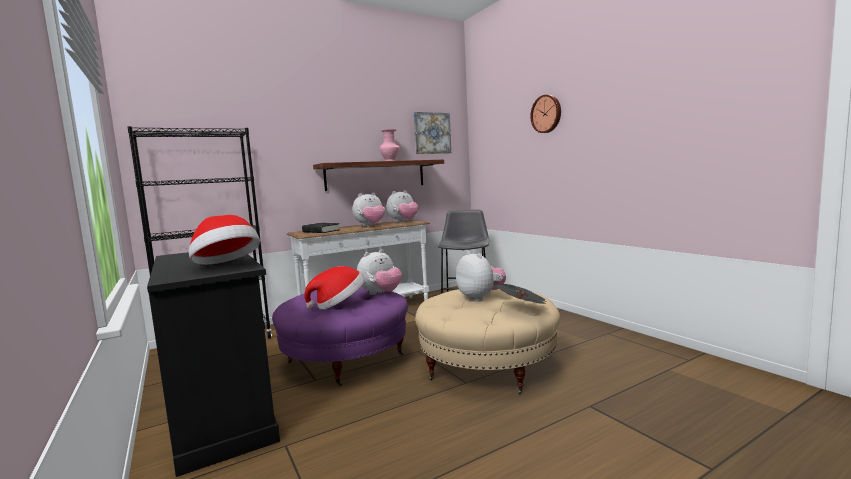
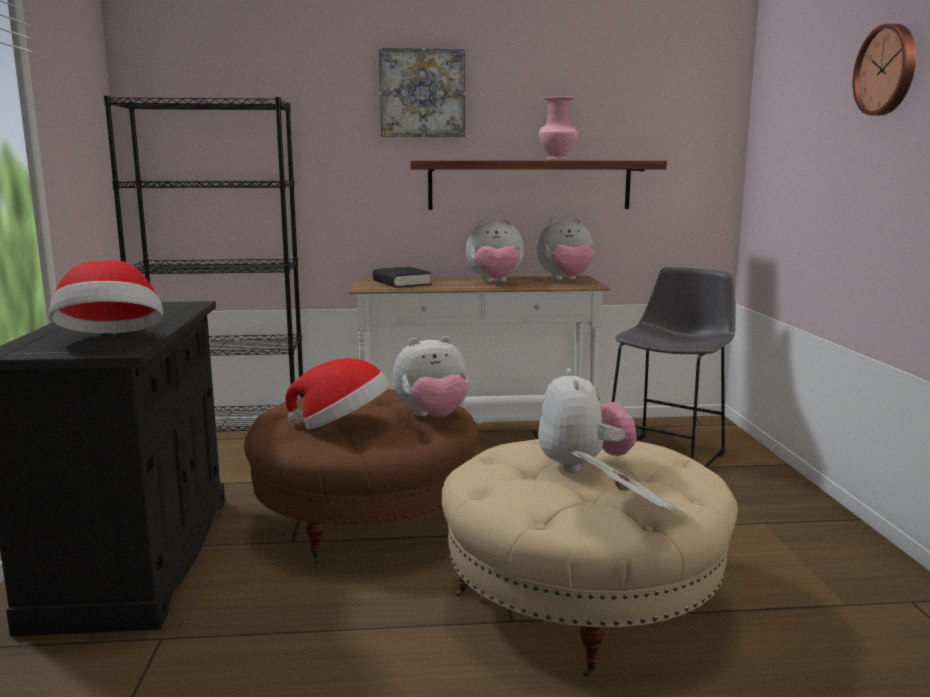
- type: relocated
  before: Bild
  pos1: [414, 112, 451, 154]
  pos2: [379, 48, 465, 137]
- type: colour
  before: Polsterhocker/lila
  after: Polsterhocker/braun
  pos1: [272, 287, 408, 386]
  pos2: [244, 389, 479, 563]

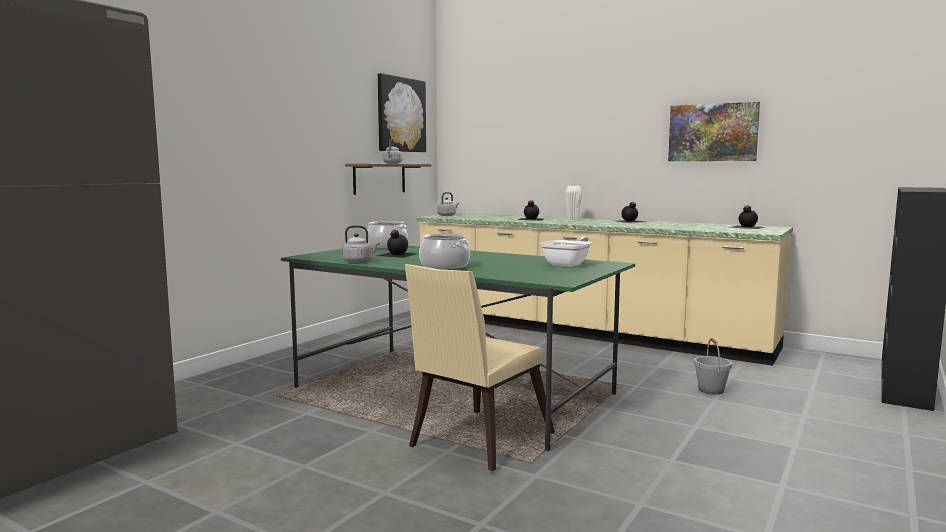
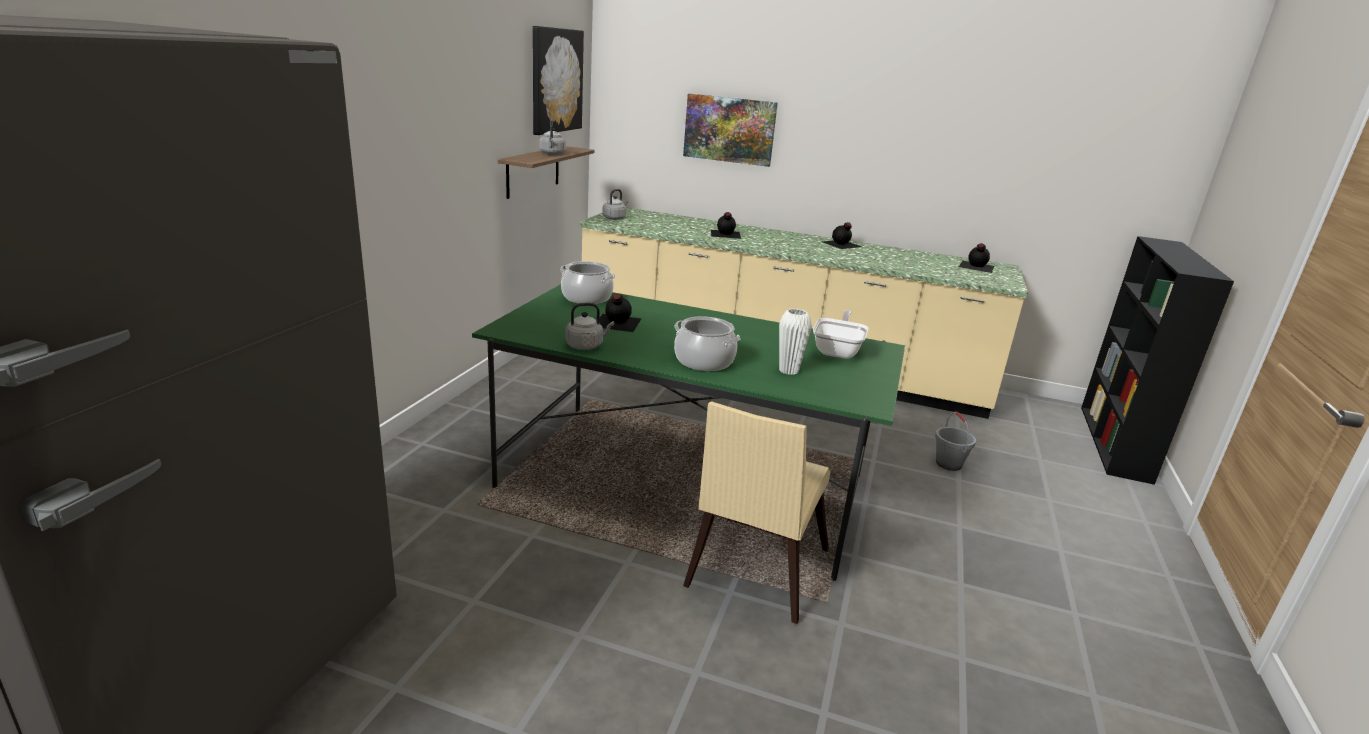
- type: relocated
  before: Bild
  pos1: [668, 102, 760, 161]
  pos2: [683, 94, 778, 167]
- type: relocated
  before: Vase/weiß
  pos1: [565, 186, 582, 220]
  pos2: [779, 308, 812, 375]

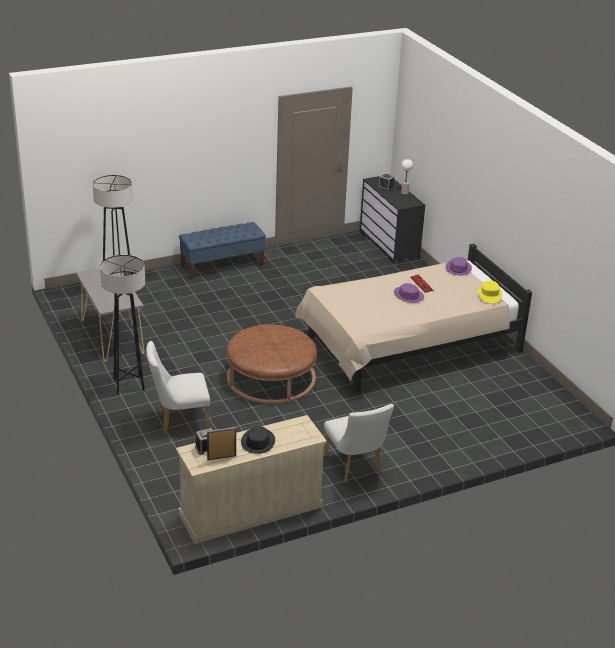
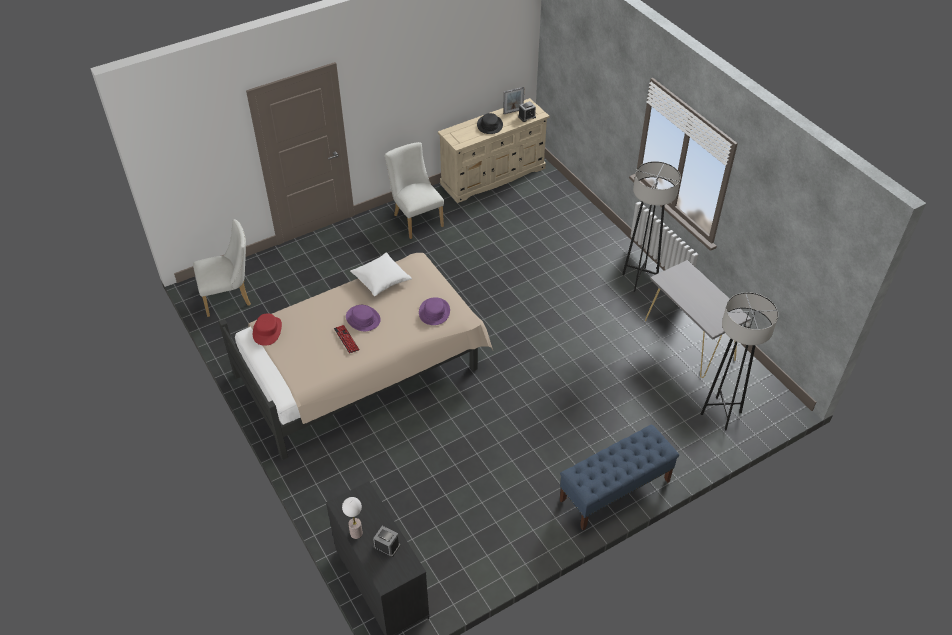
- type: relocated
  before: Hut/lila
  pos1: [446, 257, 472, 275]
  pos2: [419, 297, 450, 325]
- type: colour
  before: Hut/gelb
  after: Hut/rot
  pos1: [478, 281, 502, 304]
  pos2: [253, 313, 282, 346]
- type: missing
  before: Polsterhocker/braun
  pos1: [227, 324, 317, 404]
- type: relocated
  before: Stuhl/weiß
  pos1: [146, 341, 210, 434]
  pos2: [193, 219, 251, 317]
- type: appeared
  after: Kissen/weiß
  pos2: [350, 252, 412, 296]

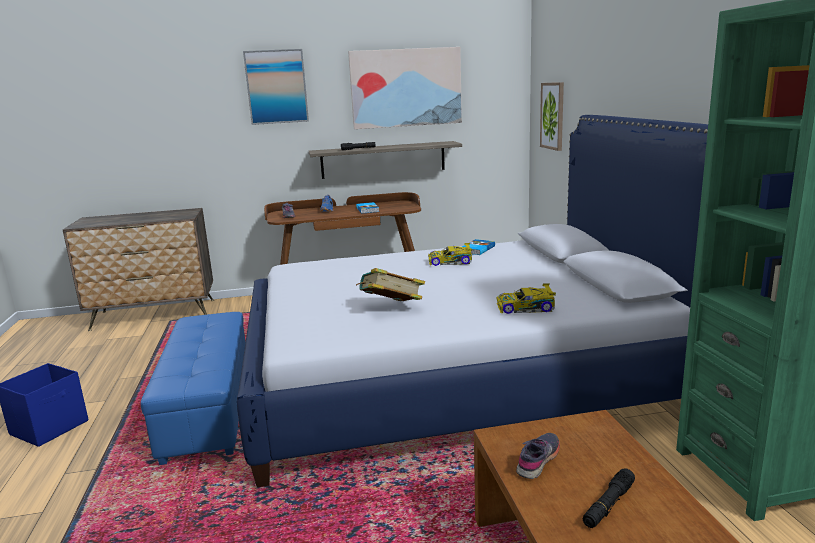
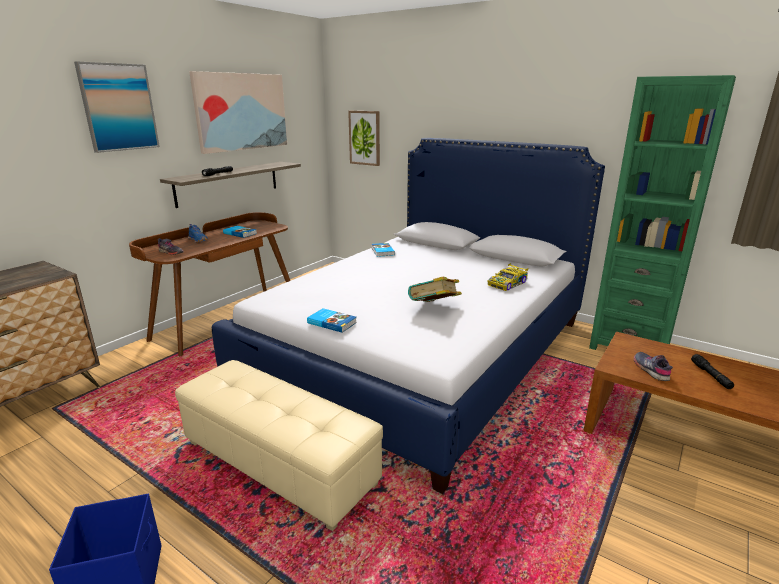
- type: missing
  before: Spielzeugauto
  pos1: [428, 243, 472, 266]
- type: colour
  before: Polsterhocker/blau
  after: Polsterhocker/beige
  pos1: [141, 312, 246, 465]
  pos2: [175, 360, 383, 531]
- type: appeared
  after: Buch
  pos2: [307, 308, 357, 333]

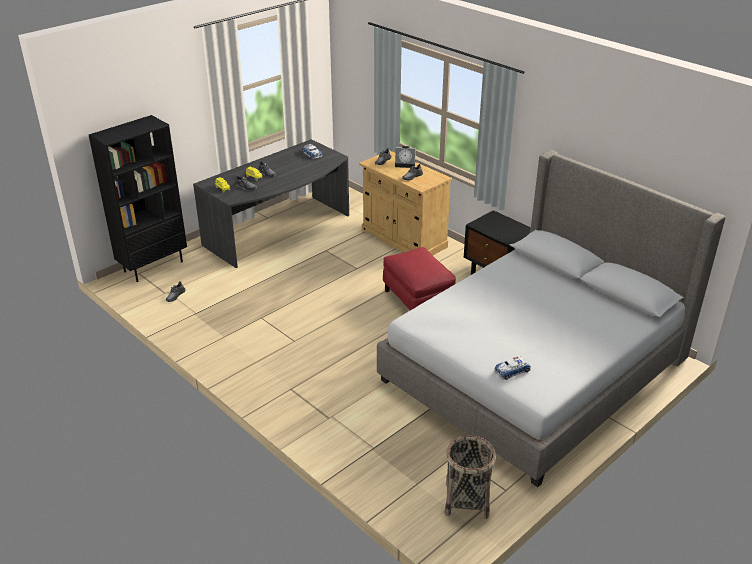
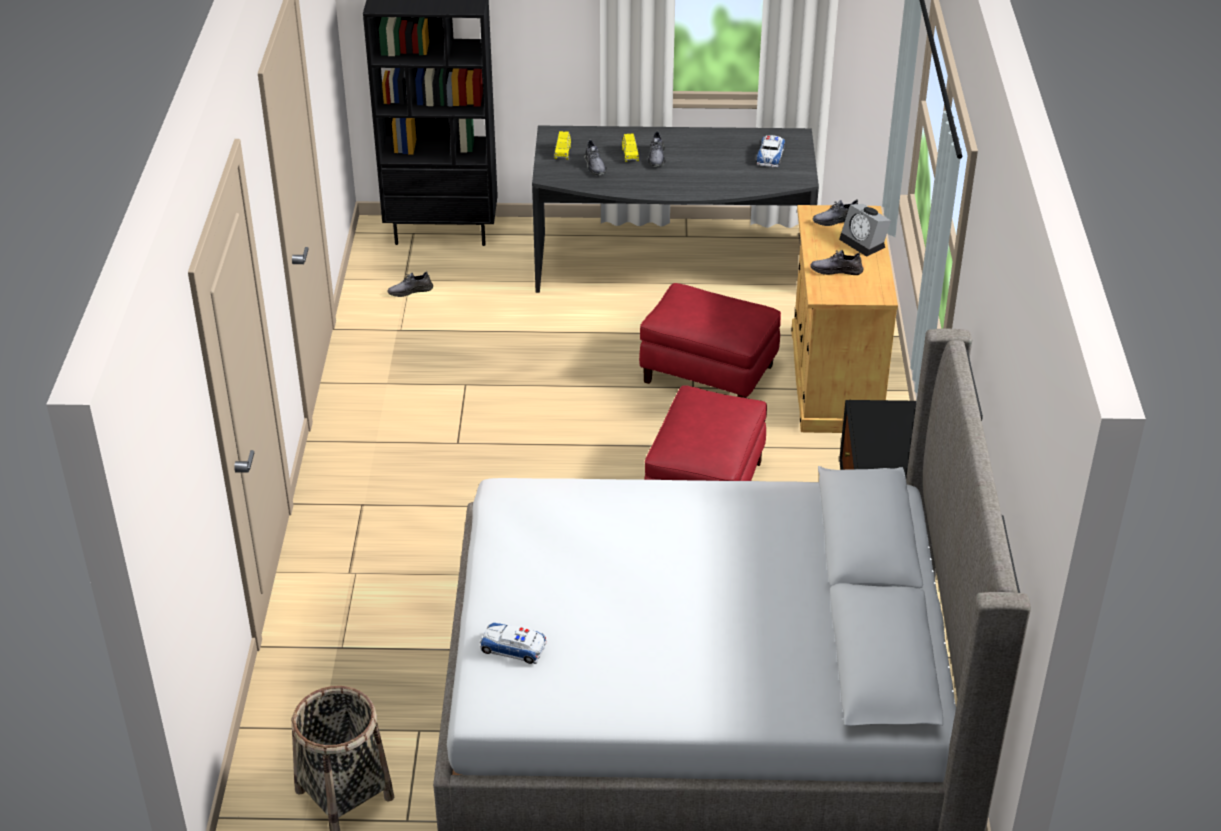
- type: appeared
  after: Polsterhocker/rot
  pos2: [639, 283, 781, 398]

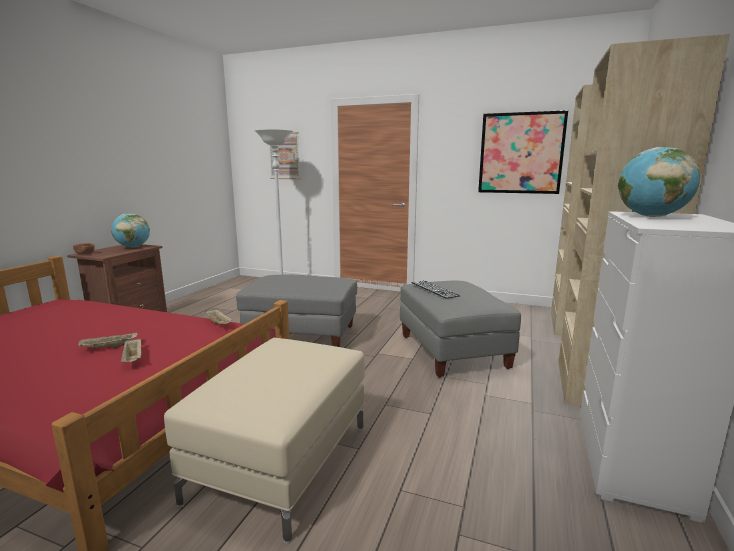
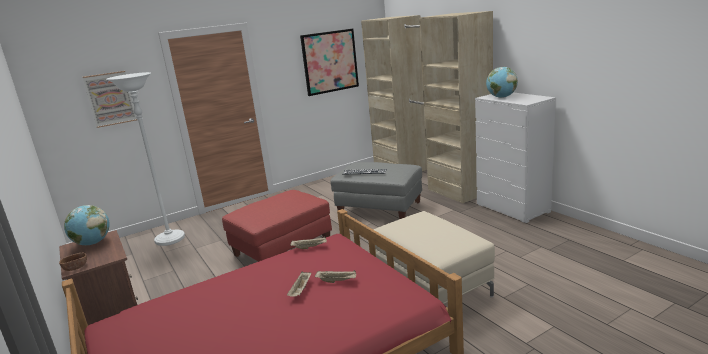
- type: colour
  before: Polsterhocker/grau
  after: Polsterhocker/rot
  pos1: [236, 275, 357, 347]
  pos2: [222, 190, 332, 262]

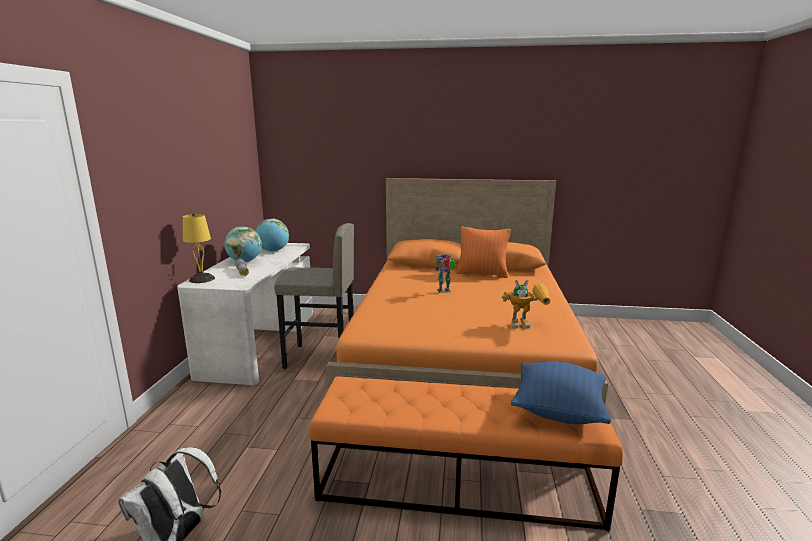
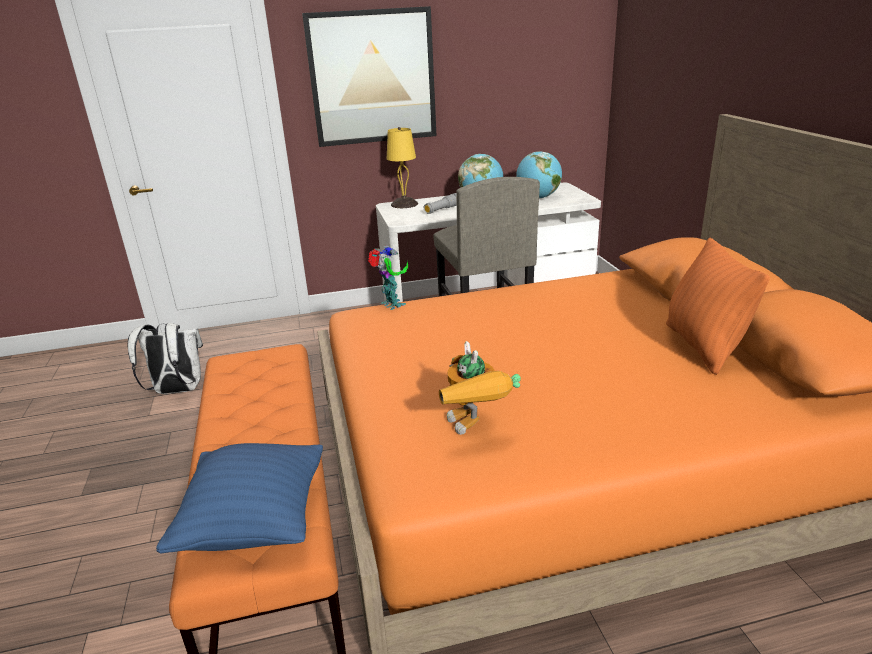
- type: relocated
  before: Spielzeugroboter
  pos1: [435, 254, 456, 293]
  pos2: [368, 246, 408, 310]
- type: appeared
  after: Bild
  pos2: [302, 6, 437, 147]

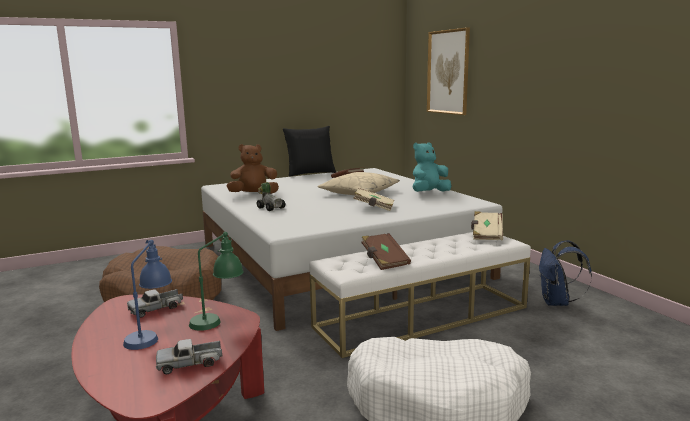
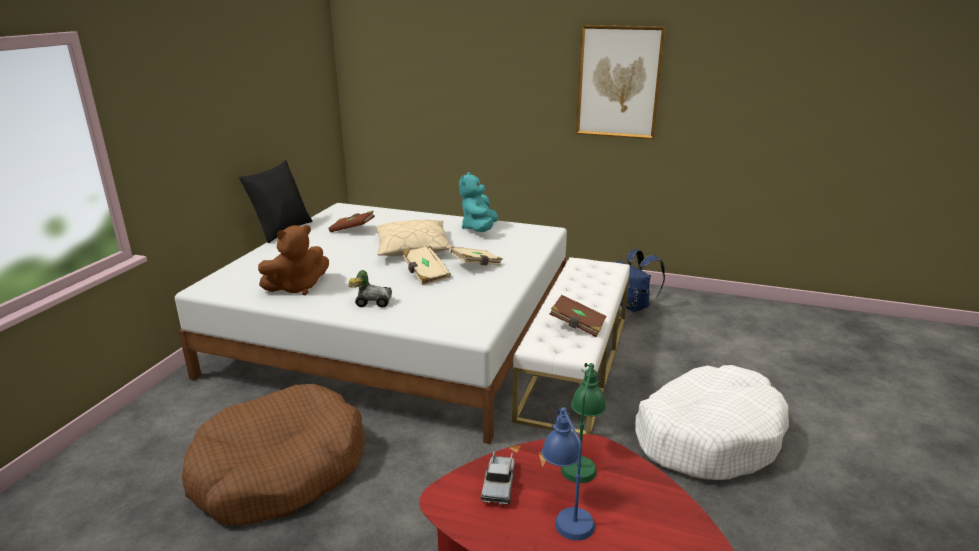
- type: relocated
  before: Bild
  pos1: [427, 27, 470, 115]
  pos2: [576, 25, 666, 139]
- type: spun
  before: Plüschtier/braun
  pos1: [226, 144, 279, 194]
  pos2: [258, 225, 329, 295]
  turn: -150
- type: relocated
  before: Buch/beige
  pos1: [471, 211, 503, 240]
  pos2: [403, 246, 451, 285]
- type: missing
  before: Spielzeuglaster
  pos1: [156, 339, 222, 374]

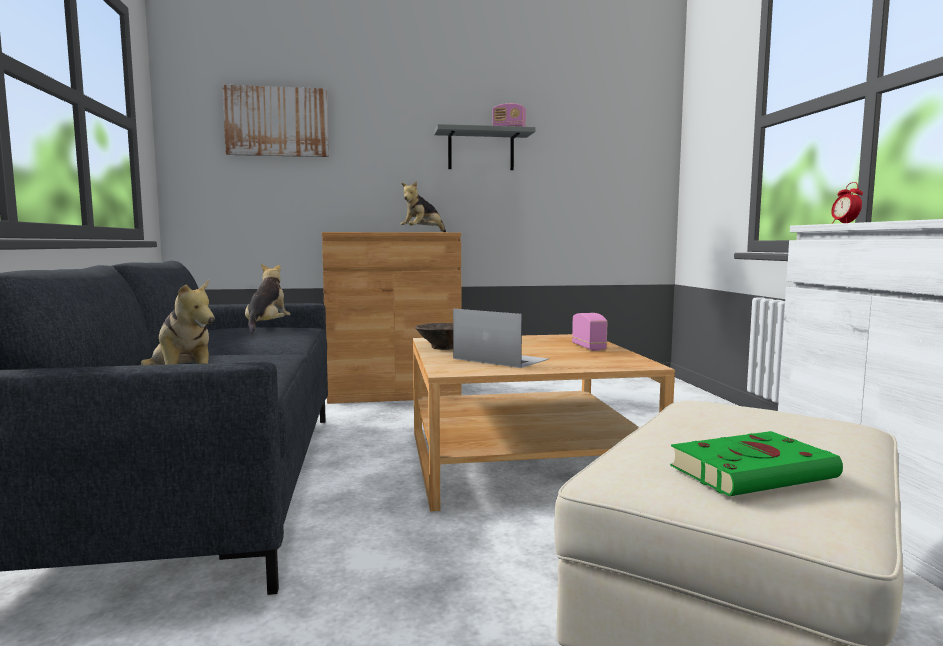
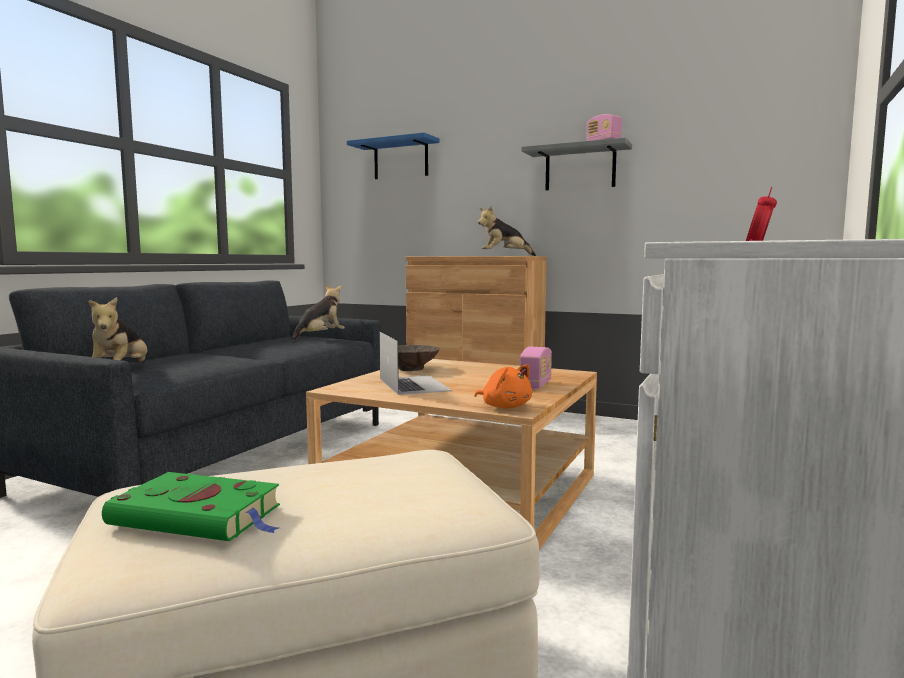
- type: exchanged
  before: Bild
  after: Wandregal/blau
  pos1: [222, 85, 329, 157]
  pos2: [347, 132, 440, 179]
- type: appeared
  after: Plüschtier/orange
  pos2: [475, 365, 532, 409]

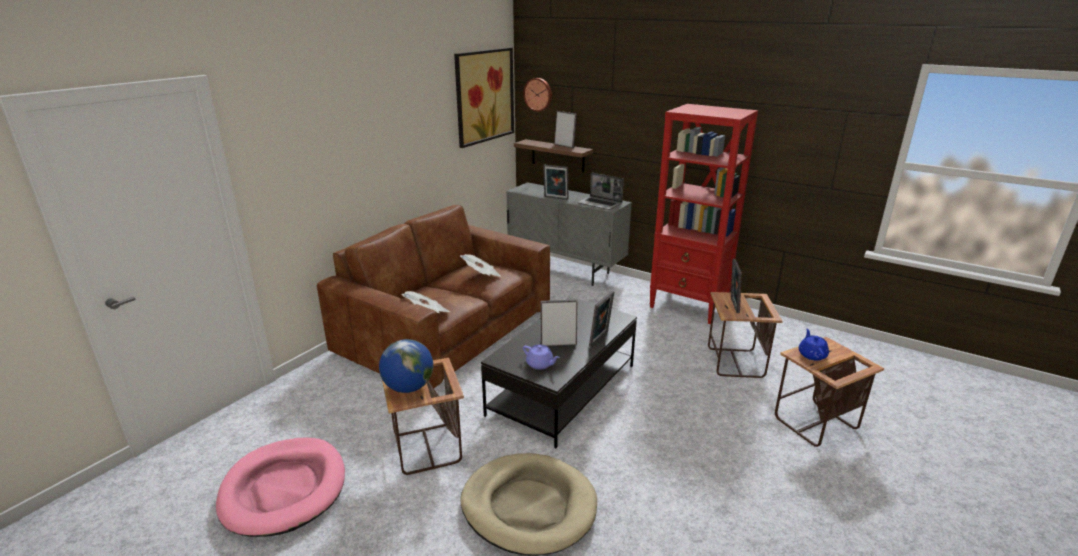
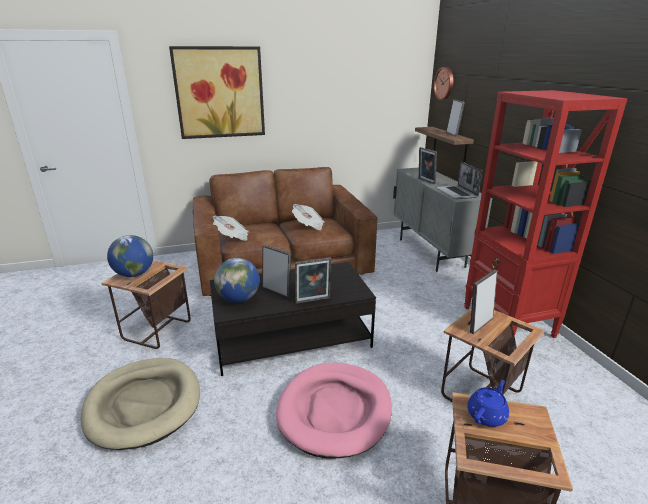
- type: relocated
  before: Bild
  pos1: [454, 48, 514, 148]
  pos2: [169, 46, 265, 139]
- type: exchanged
  before: Teekanne/lila
  after: Globus
  pos1: [523, 345, 560, 370]
  pos2: [214, 258, 260, 303]
- type: relocated
  before: Hundebett/rosa
  pos1: [216, 438, 345, 537]
  pos2: [276, 363, 392, 458]

